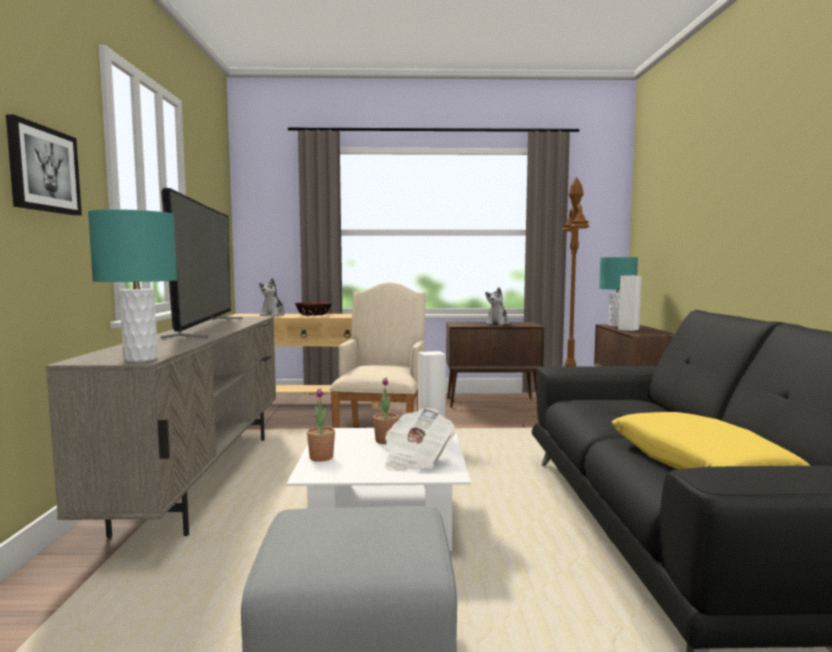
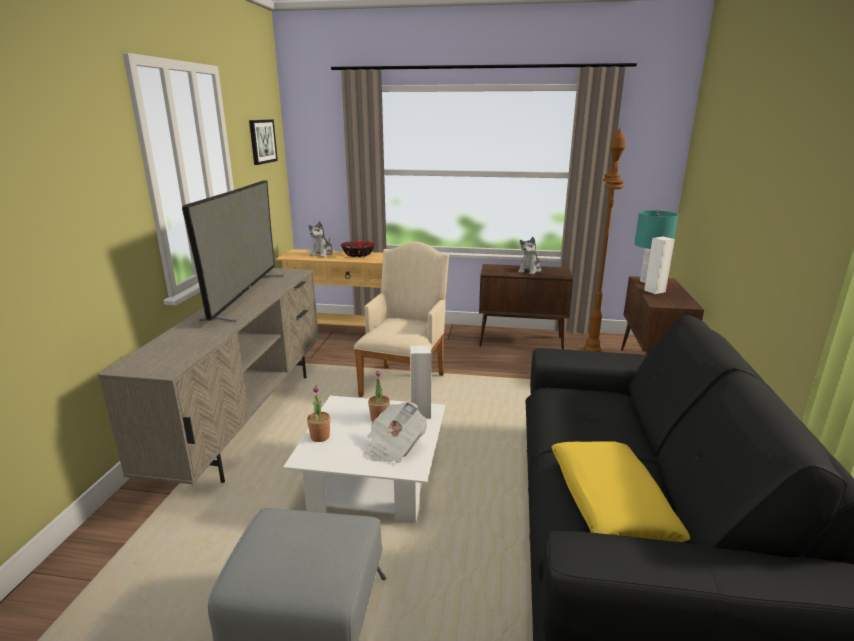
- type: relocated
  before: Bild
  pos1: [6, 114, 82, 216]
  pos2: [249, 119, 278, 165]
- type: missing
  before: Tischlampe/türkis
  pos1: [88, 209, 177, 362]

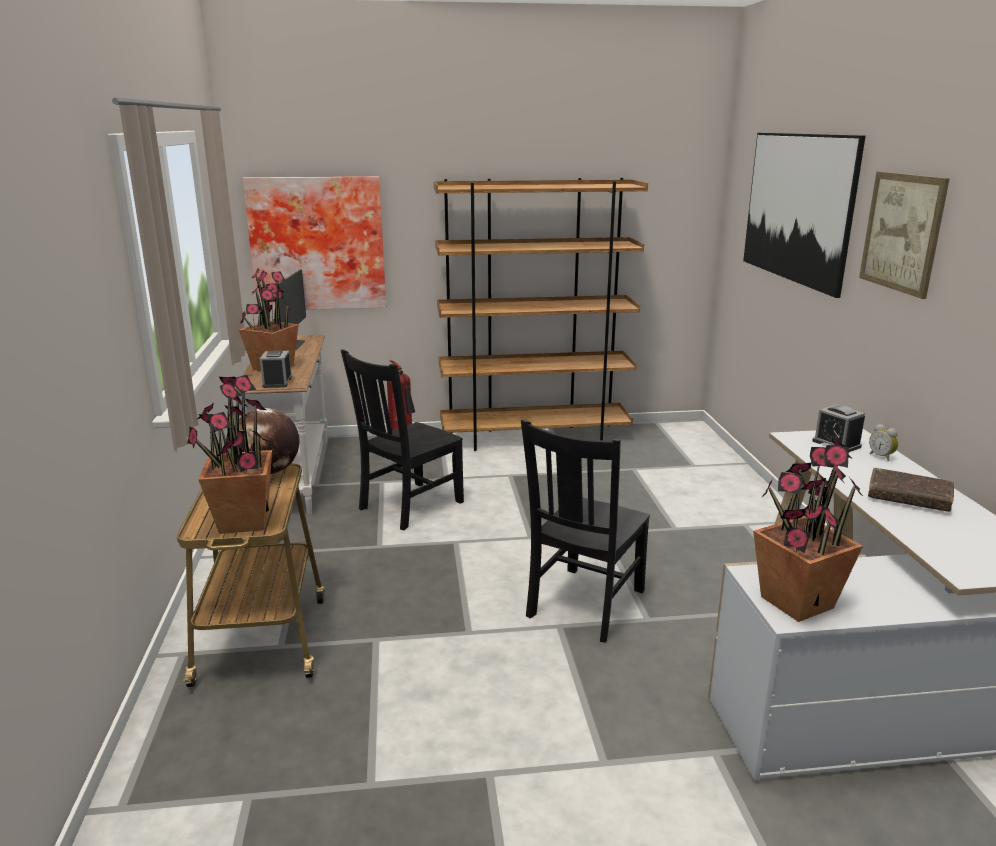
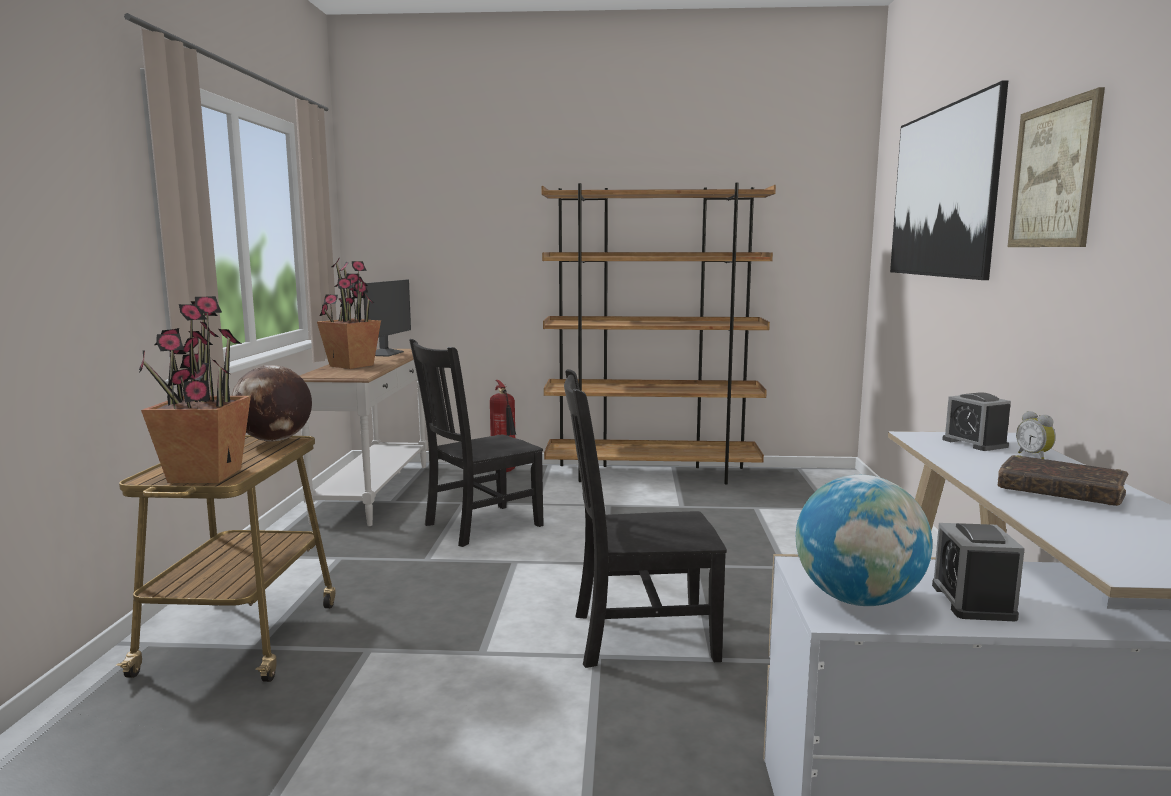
- type: missing
  before: Bild
  pos1: [243, 176, 386, 311]
- type: relocated
  before: Wecker
  pos1: [260, 350, 292, 388]
  pos2: [932, 523, 1025, 621]
- type: spun
  before: Stuhl/schwarz
  pos1: [521, 420, 650, 643]
  pos2: [564, 369, 727, 668]
  turn: 45
- type: exchanged
  before: Topfpflanze
  after: Globus
  pos1: [753, 439, 864, 622]
  pos2: [796, 475, 933, 606]

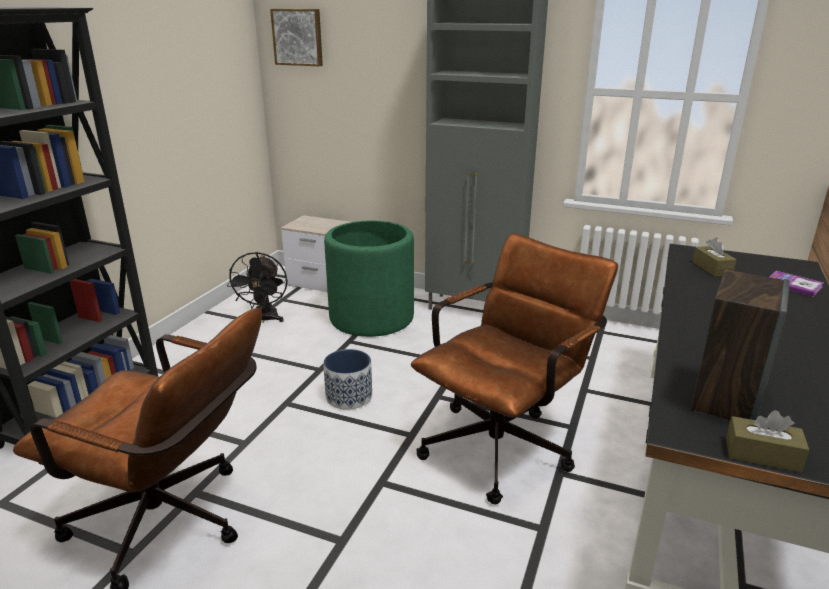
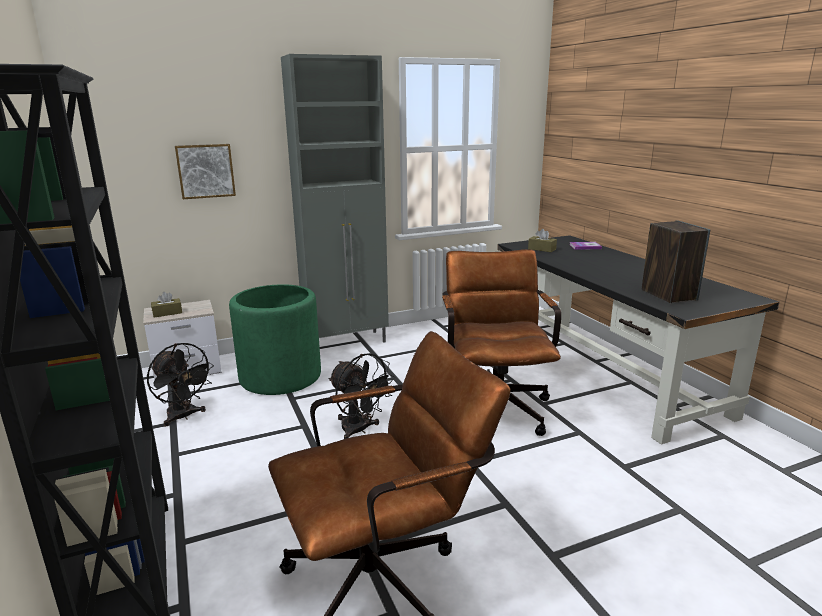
- type: relocated
  before: Bild
  pos1: [270, 9, 323, 66]
  pos2: [175, 144, 236, 199]
- type: exchanged
  before: Pflanzkübel
  after: Ventilator/schwarz
  pos1: [323, 349, 372, 410]
  pos2: [329, 353, 395, 439]
- type: relocated
  before: Taschentuchbox/braun
  pos1: [726, 410, 809, 472]
  pos2: [151, 292, 182, 318]

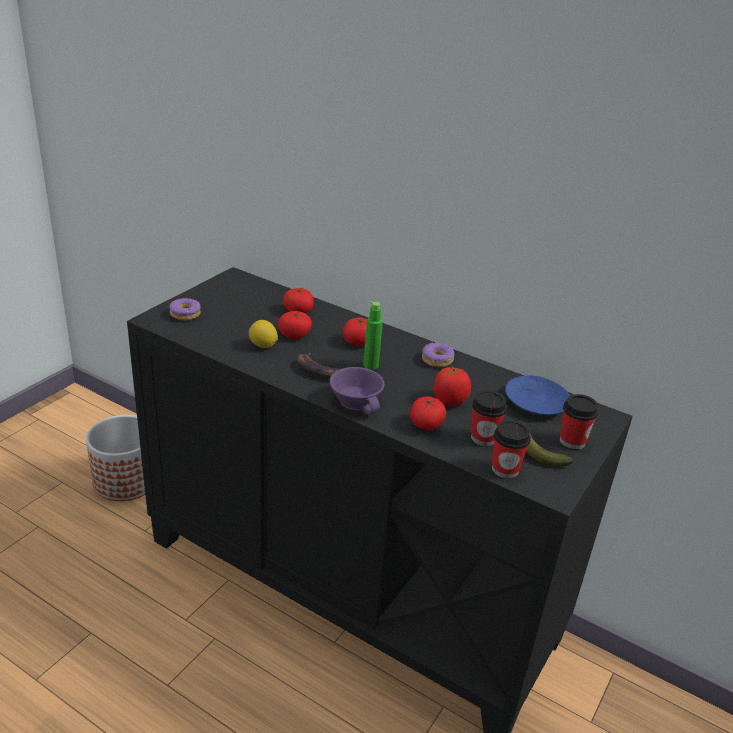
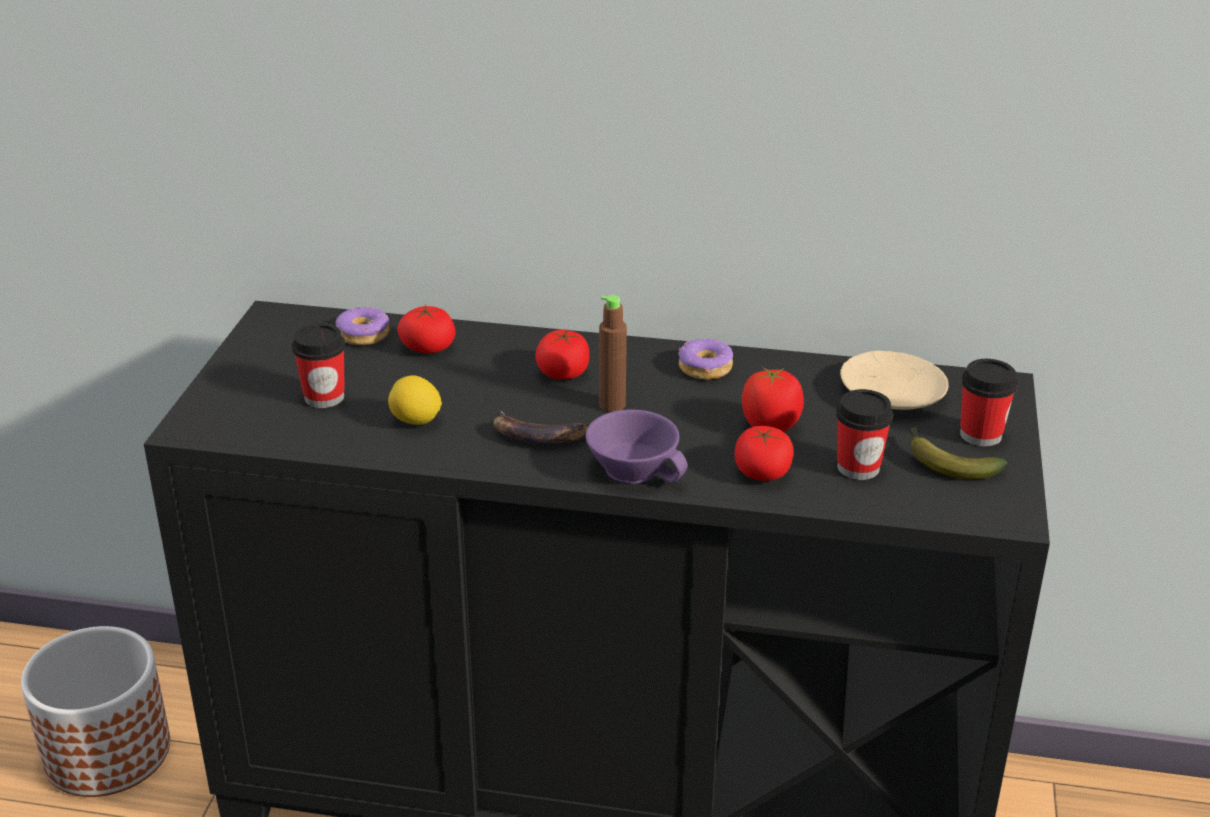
- type: relocated
  before: Donut
  pos1: [169, 298, 201, 321]
  pos2: [335, 307, 390, 345]
- type: colour
  before: Flasche/grün
  after: Flasche/braun
  pos1: [363, 301, 383, 370]
  pos2: [599, 295, 627, 412]
- type: missing
  before: Tomate
  pos1: [278, 311, 312, 339]
- type: colour
  before: Teller/blau
  after: Teller/beige
  pos1: [505, 376, 570, 415]
  pos2: [840, 351, 949, 410]
- type: relocated
  before: Tasse
  pos1: [492, 420, 531, 478]
  pos2: [292, 323, 345, 408]

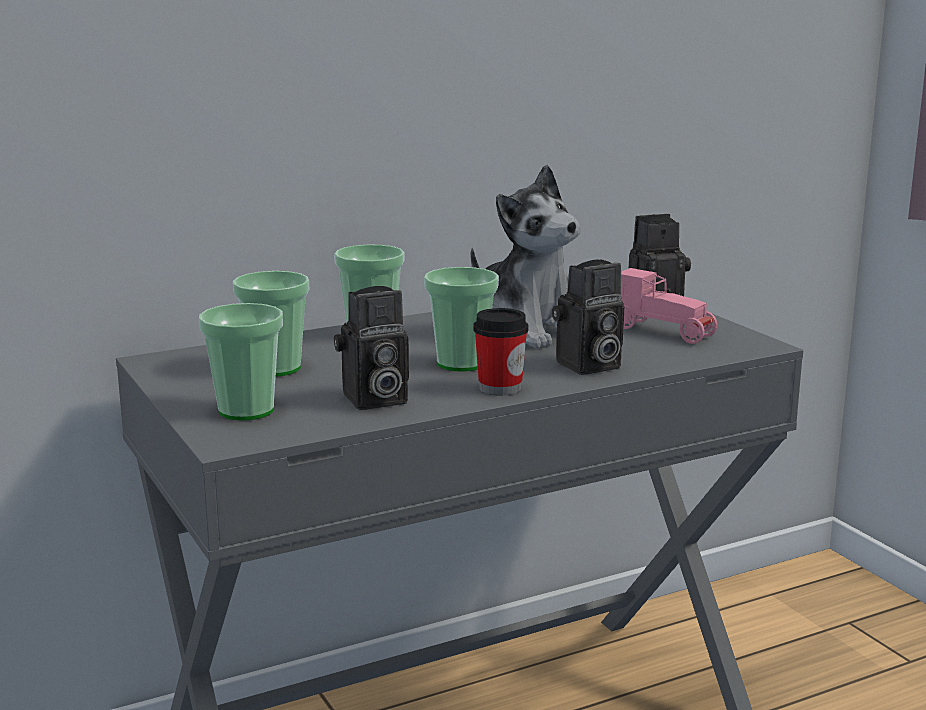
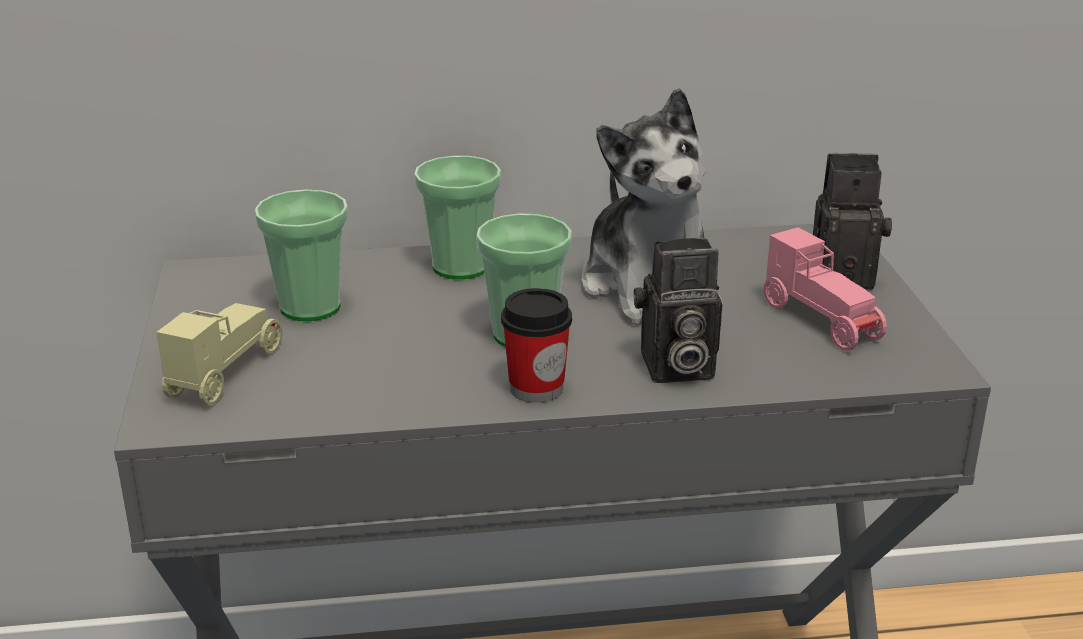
- type: missing
  before: Kamera
  pos1: [334, 286, 409, 410]
- type: exchanged
  before: Tasse
  after: Spielzeugauto/beige
  pos1: [199, 303, 283, 420]
  pos2: [156, 303, 283, 405]

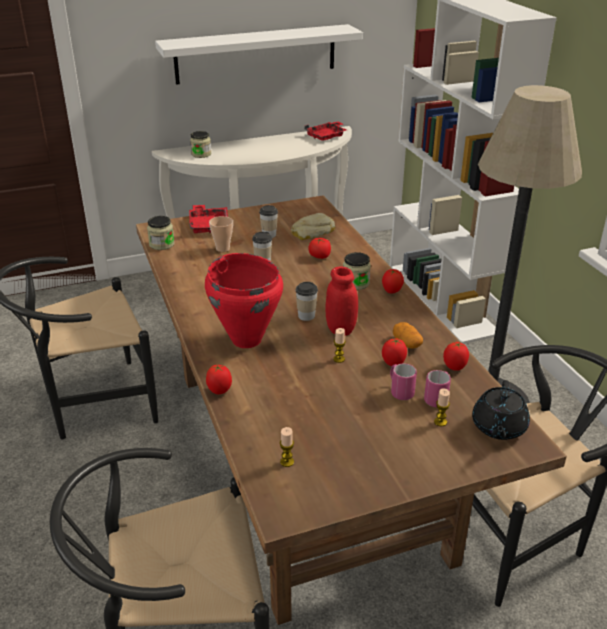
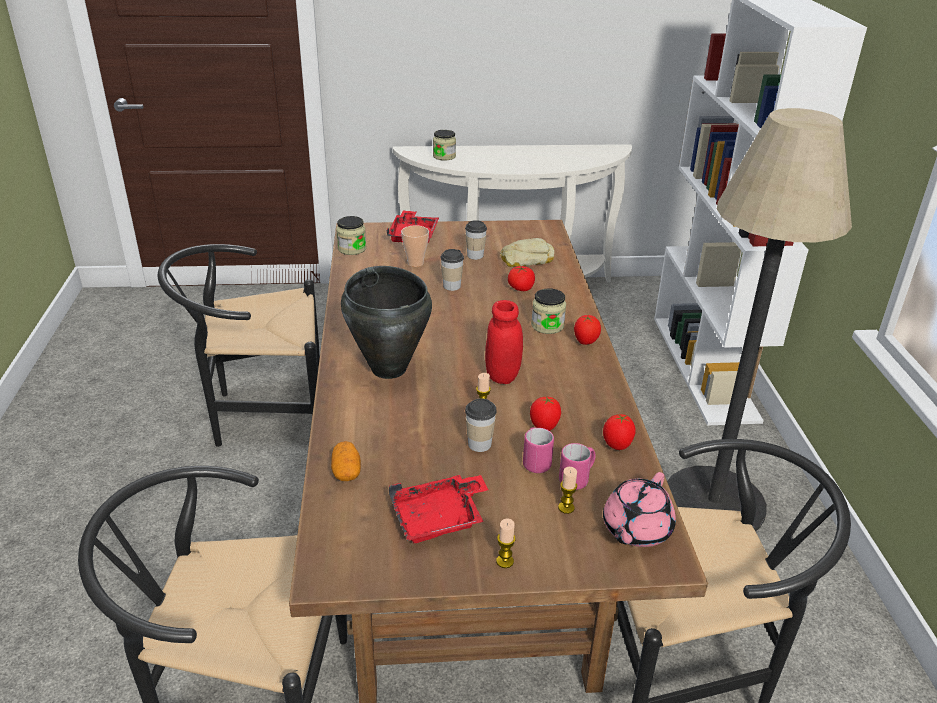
- type: missing
  before: Wandregal/weiß
  pos1: [155, 24, 363, 85]
- type: relocated
  before: Tablett/rot
  pos1: [304, 121, 346, 141]
  pos2: [389, 475, 488, 543]
- type: colour
  before: Kochtopf/rot
  after: Kochtopf/schwarz
  pos1: [205, 253, 283, 348]
  pos2: [341, 266, 432, 379]
- type: relocated
  before: Tasse
  pos1: [295, 282, 318, 321]
  pos2: [465, 398, 497, 452]
- type: relocated
  before: Kartoffel
  pos1: [393, 322, 423, 349]
  pos2: [331, 441, 361, 481]
- type: missing
  before: Tomate
  pos1: [206, 365, 232, 394]
- type: colour
  before: Teekanne/schwarz
  after: Teekanne/rosa
  pos1: [472, 380, 530, 440]
  pos2: [603, 472, 676, 547]
- type: relocated
  before: Kerze
  pos1: [280, 427, 294, 467]
  pos2: [496, 519, 516, 568]

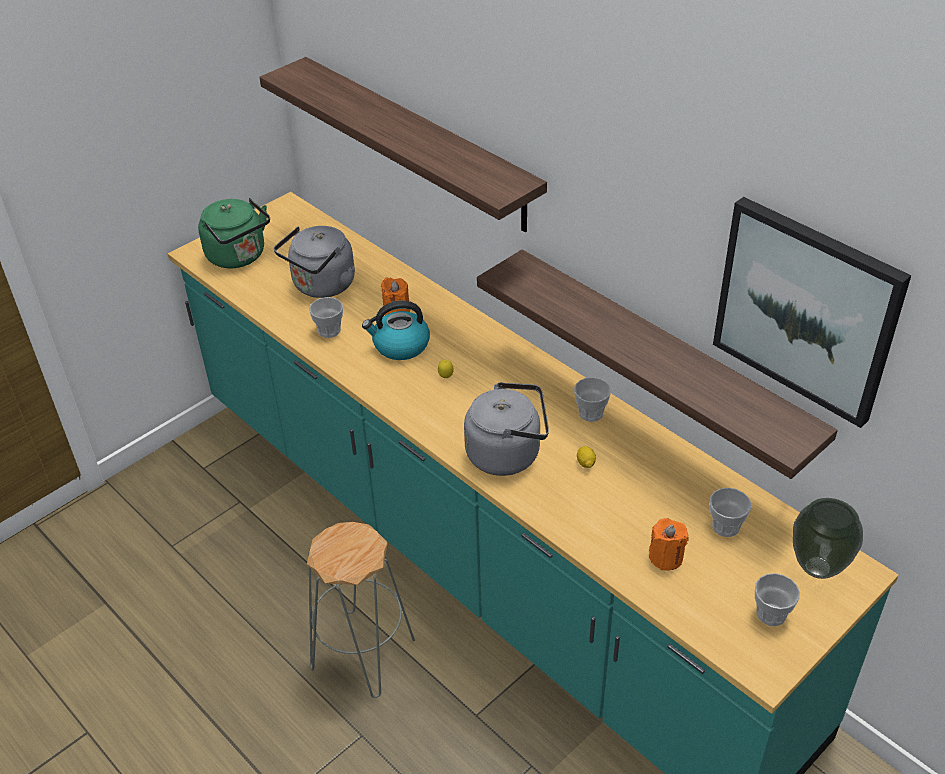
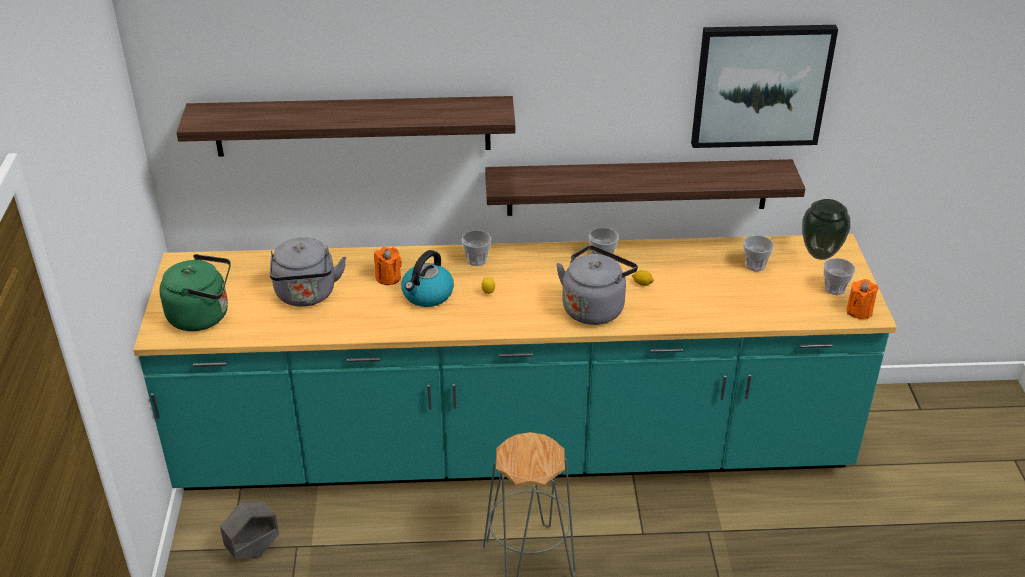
- type: relocated
  before: Tasse
  pos1: [309, 297, 343, 338]
  pos2: [461, 230, 492, 266]
- type: relocated
  before: Kerze/orange
  pos1: [649, 518, 689, 571]
  pos2: [846, 279, 879, 319]
- type: appeared
  after: Pflanzkübel/grau
  pos2: [220, 502, 279, 559]

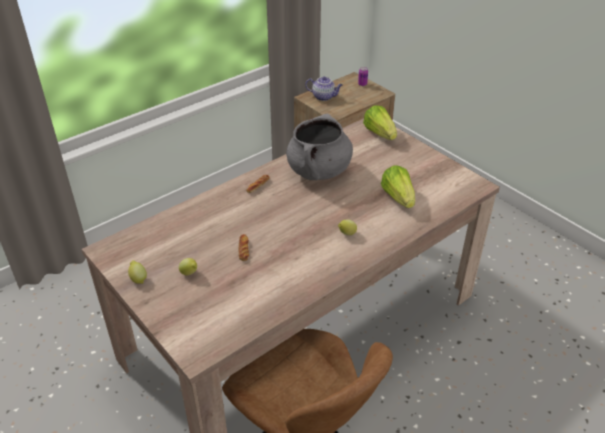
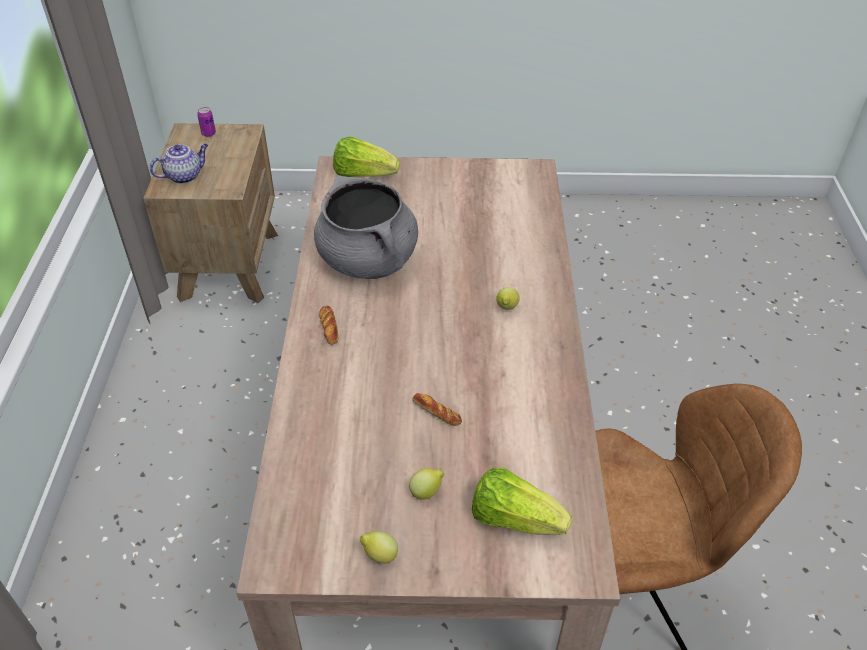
- type: relocated
  before: Salatkopf
  pos1: [381, 165, 415, 208]
  pos2: [472, 468, 572, 535]

